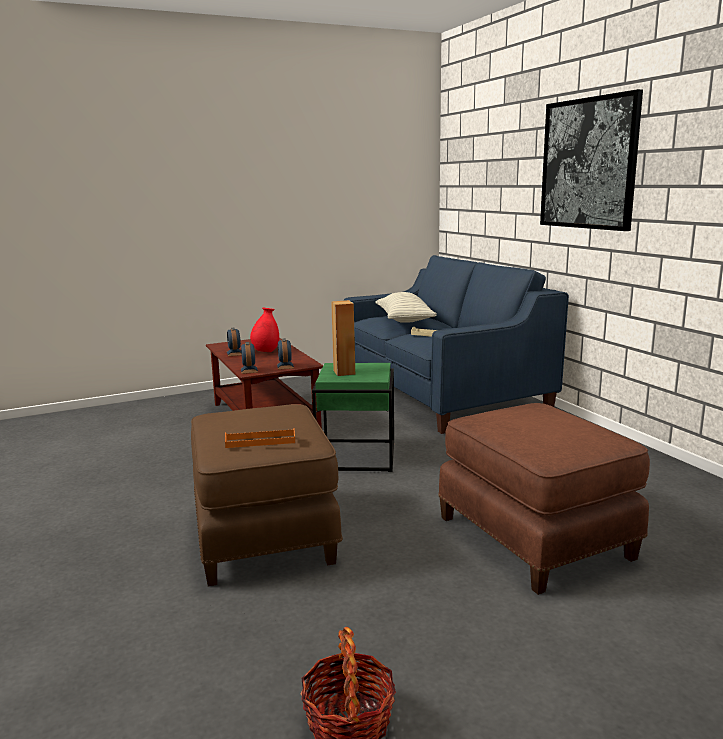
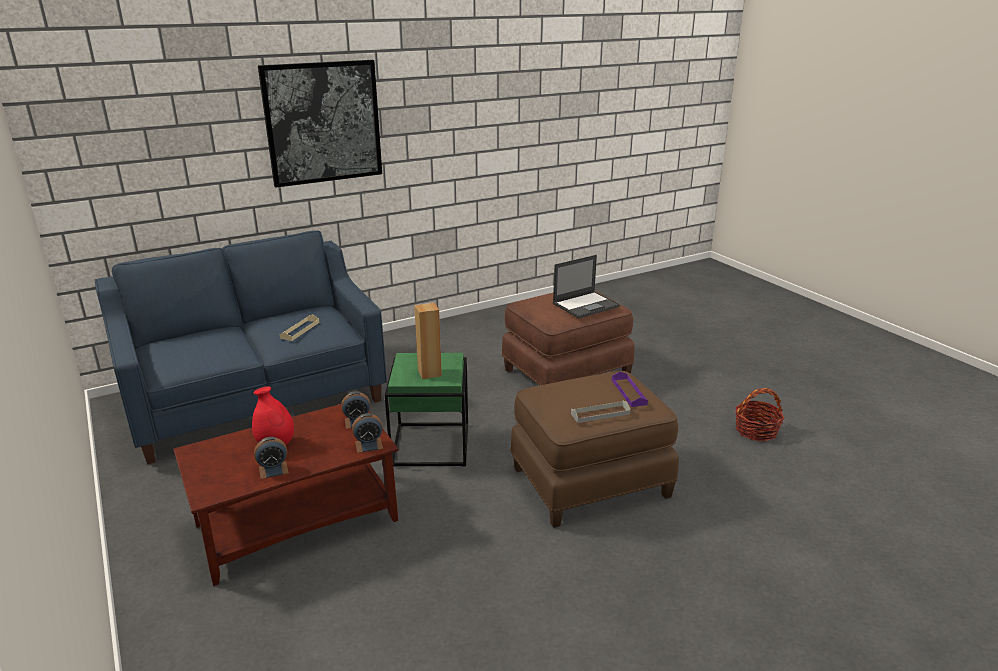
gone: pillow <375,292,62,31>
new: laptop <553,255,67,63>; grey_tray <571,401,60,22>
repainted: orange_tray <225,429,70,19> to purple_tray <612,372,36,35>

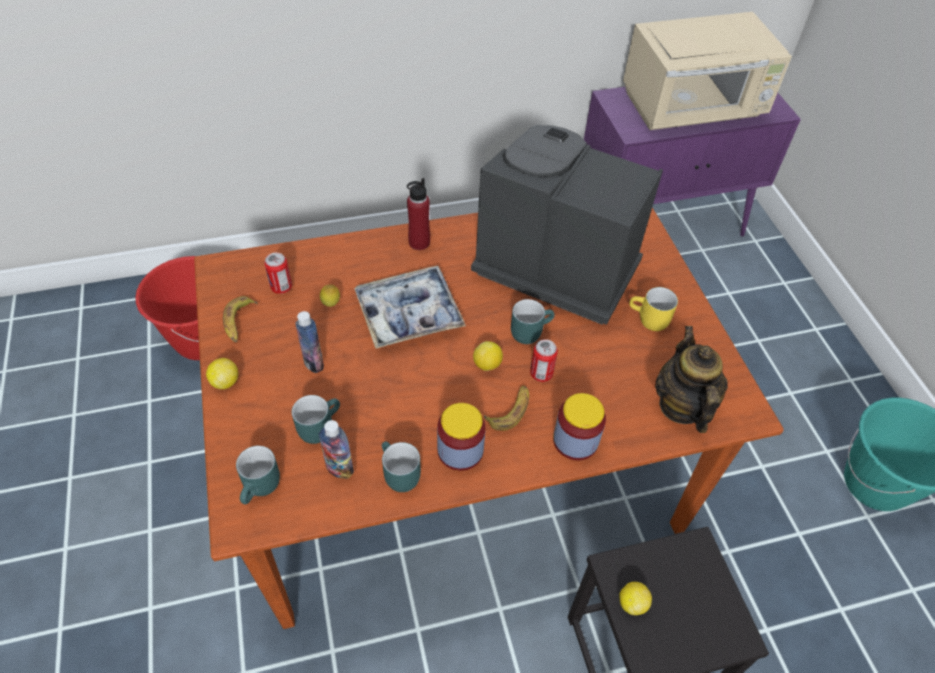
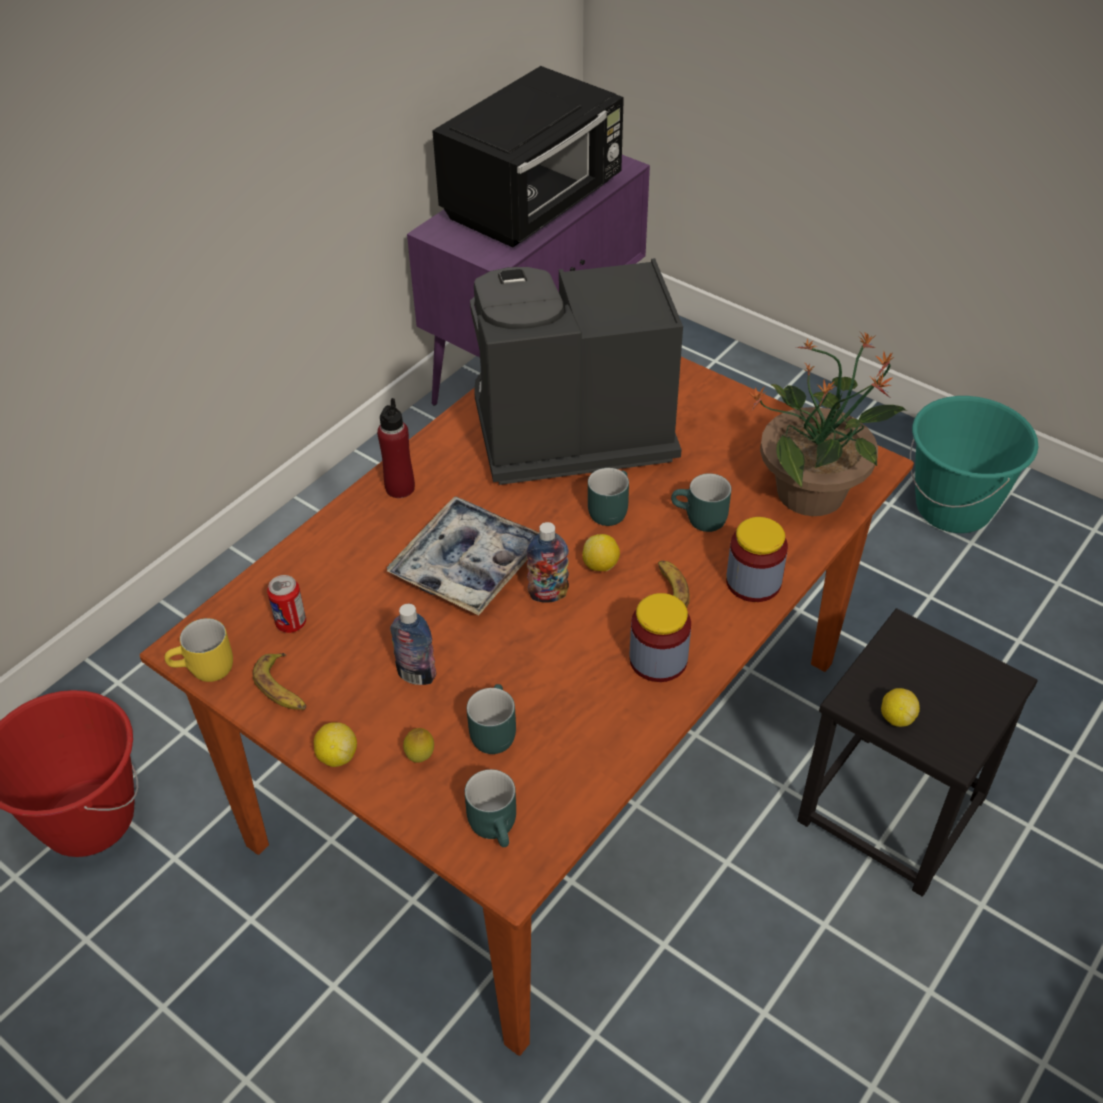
gone: can <530,339,28,43>
shifted: bottle <319,420,35,59> to <526,522,43,81>; lemon <320,285,20,22> to <403,728,31,35>; turquoise_mug <382,441,39,51> to <671,473,61,59>; yellow_mug <629,287,49,44> to <164,618,69,64>
swapped: teapot <655,326,73,107> to potted_plant <749,332,158,184>
repainted: beige_microwave <623,12,169,118> to black_microwave <432,66,192,181>

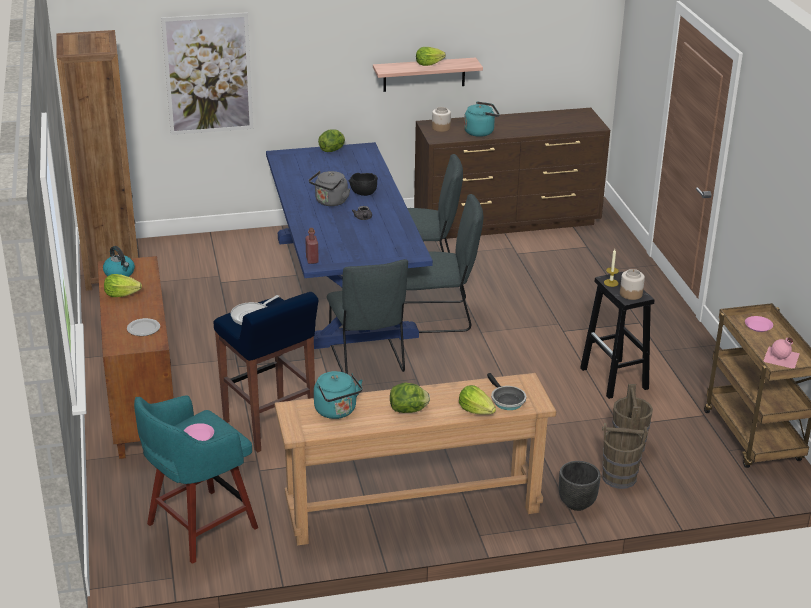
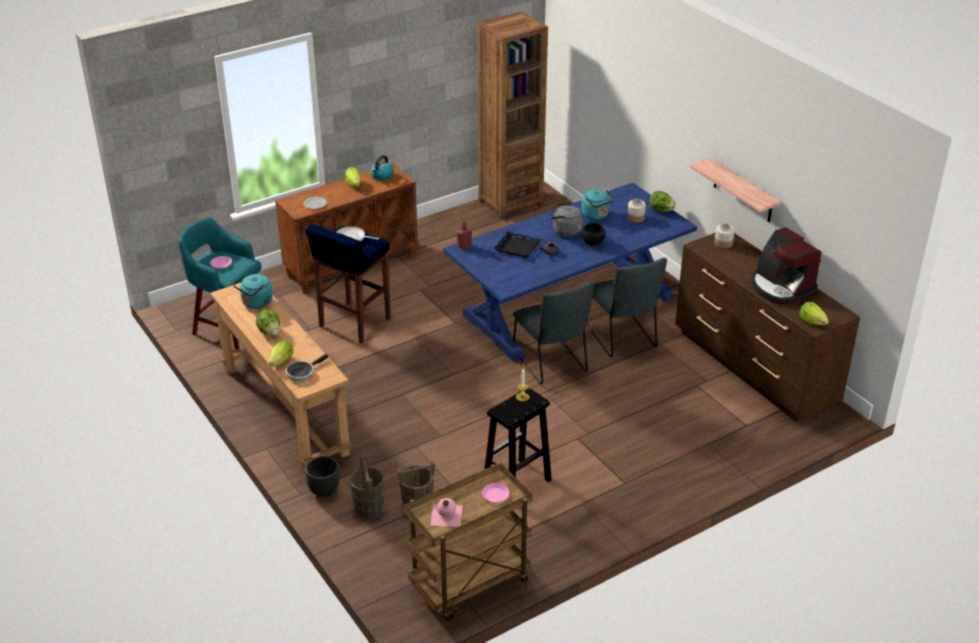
gone: picture <161,12,92,123>; grey_chair <327,259,81,115>
new: black_tray <494,231,48,27>; coffee_machine <751,227,70,78>
shifted: lettuce <416,47,30,19> to <800,302,29,23>; turquoise_kettle <464,101,36,36> to <581,189,34,31>; jar <620,269,25,31> to <627,199,19,23>

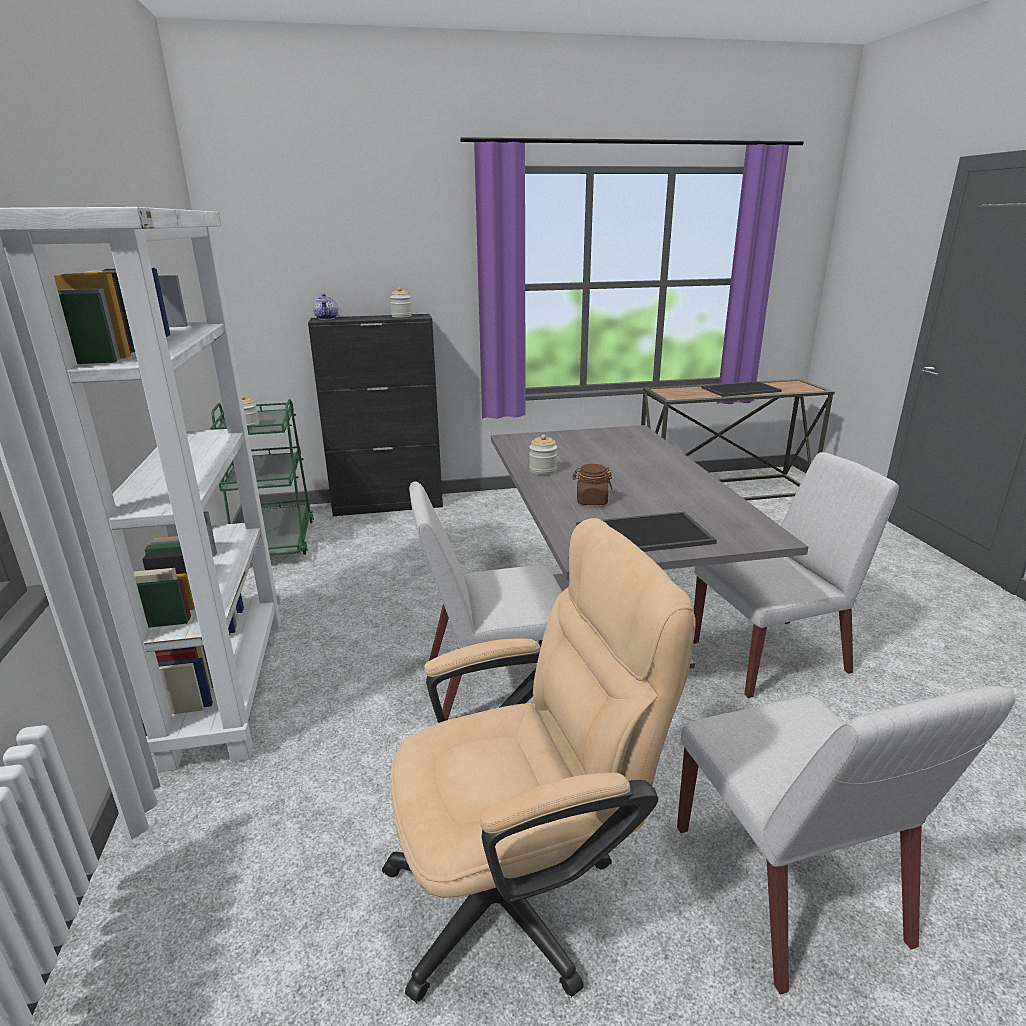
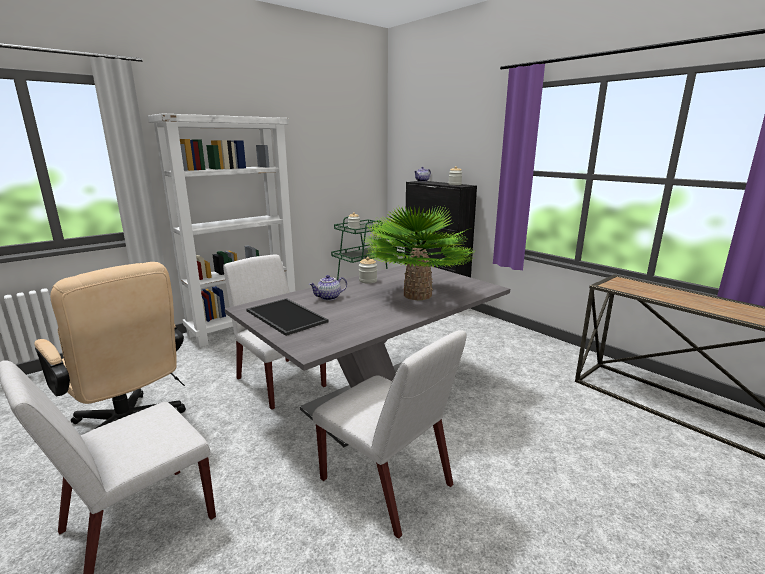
gone: tray <702,381,80,16>
new: potted_plant <362,205,112,95>
swapped: brown_jar <573,464,40,41> to teapot <309,275,38,26>

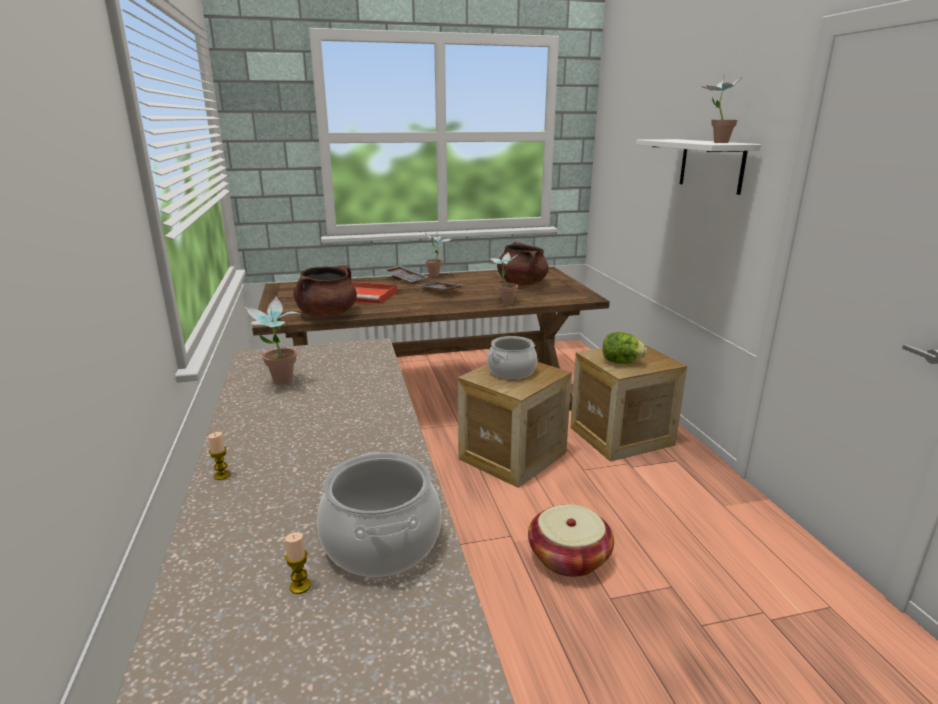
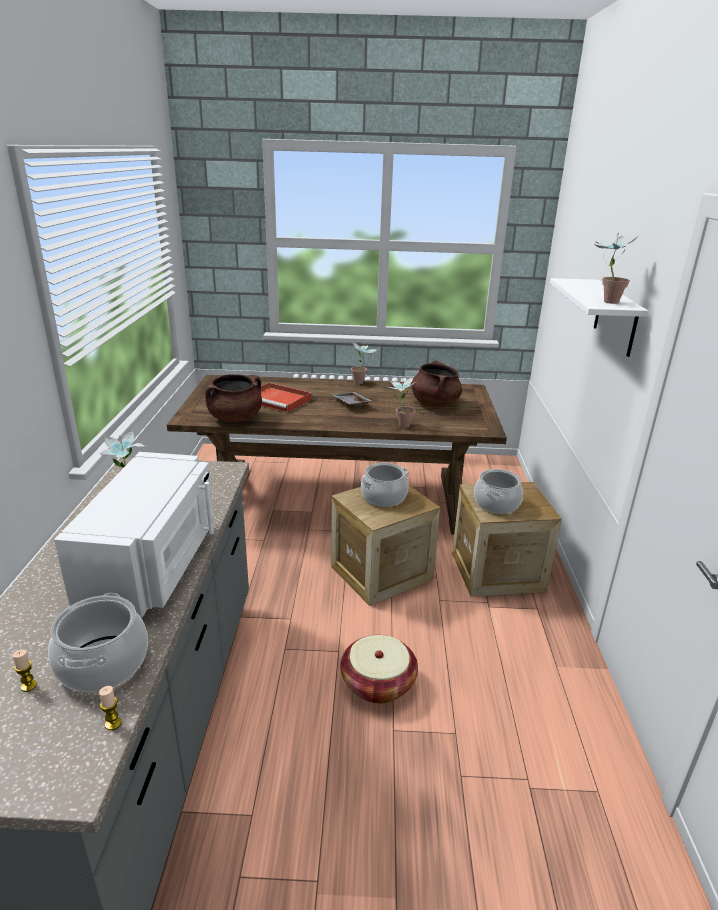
gone: grey_tray <383,265,45,19>
new: white_microwave <54,452,160,166>
shifted: candle <208,432,23,48> to <99,686,23,44>
swapped: lettuce <603,332,44,32> to cooking_pot <474,469,49,45>

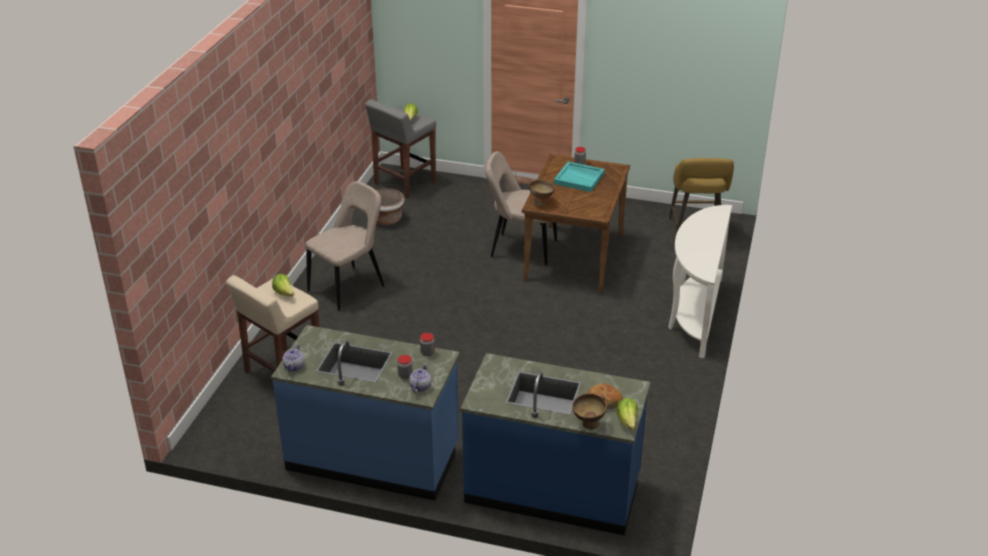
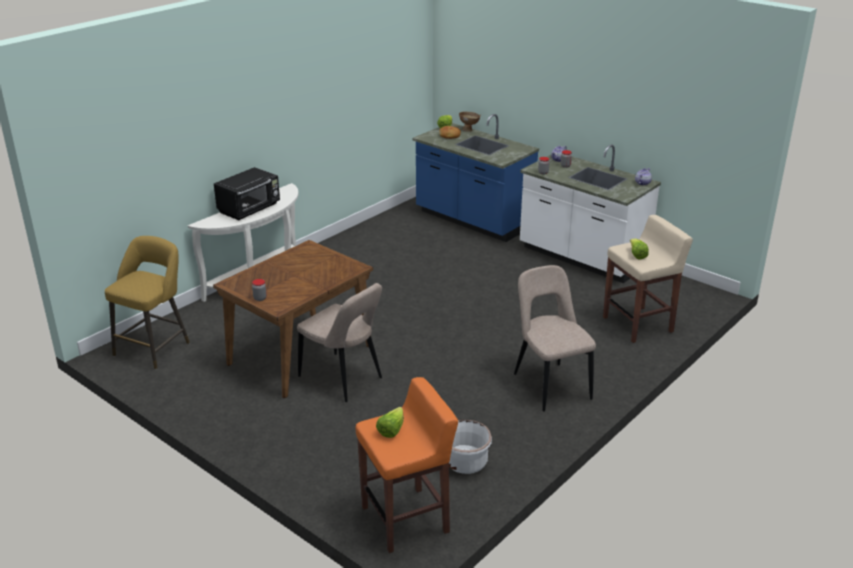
gone: brown_bowl <529,180,27,26>; turquoise_tray <554,161,51,31>
new: black_microwave <214,167,66,53>
repainted: blue_counter <271,325,189,176> to white_counter <520,145,141,138>; grey_stool <365,99,71,99> to orange_stool <355,377,103,176>
rotated: beige_chair <305,181,79,130> = <514,265,82,147> 90 degrees clockwise

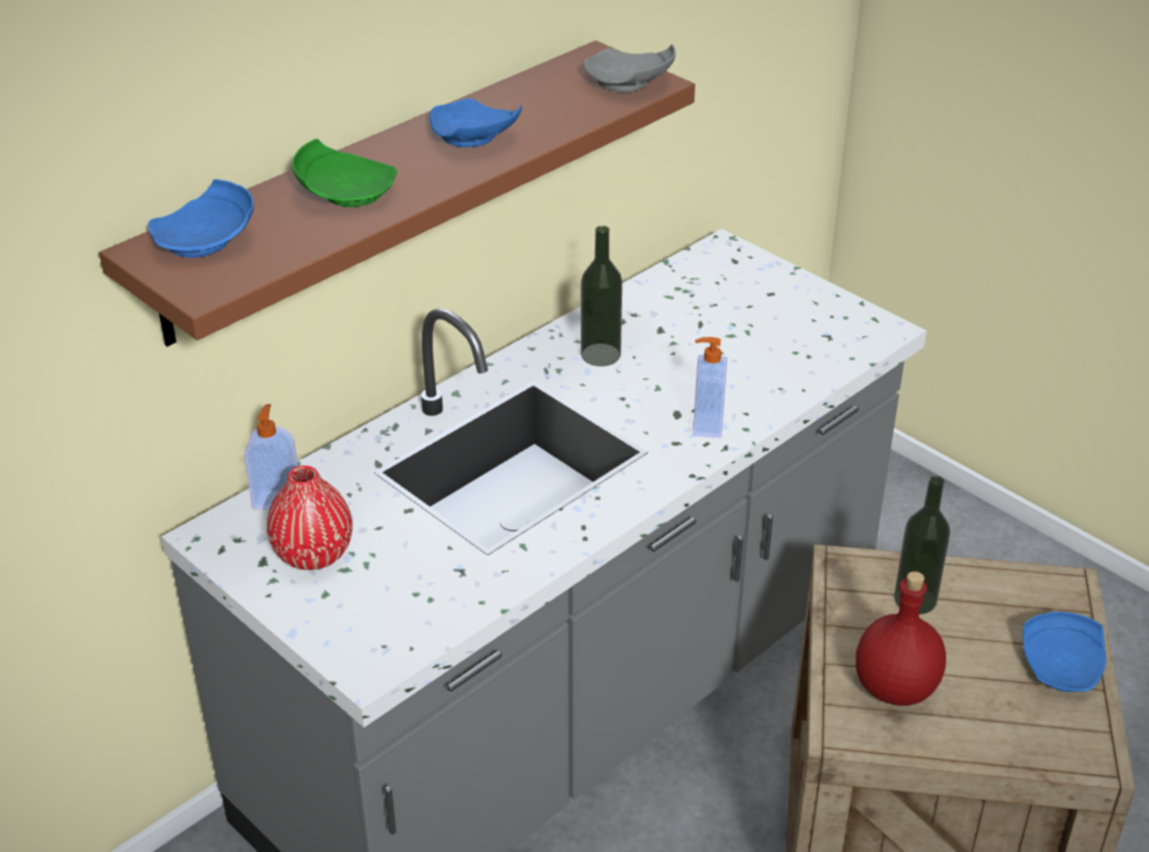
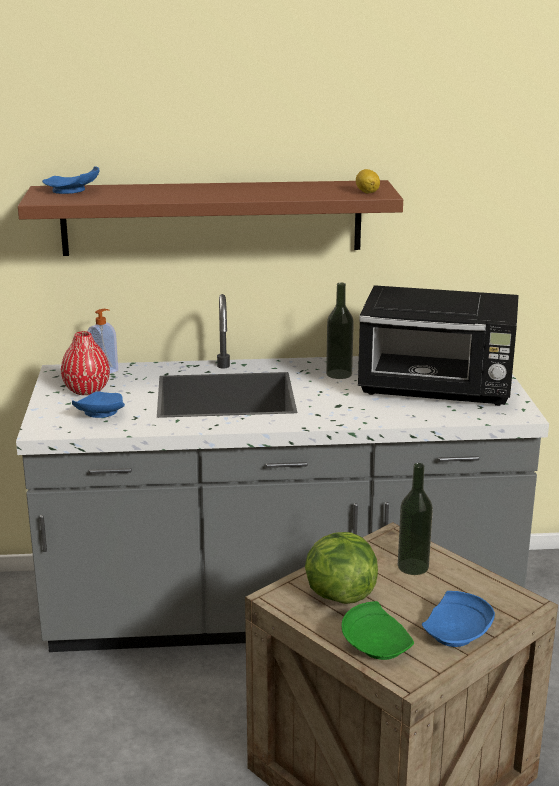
gone: soap_dispenser <693,337,34,101>
new: black_microwave <358,285,161,121>
shifted: green_plate <292,139,105,68> to <342,601,72,59>; blue_plate <430,98,92,49> to <72,392,53,26>
swapped: grey_plate <583,44,93,48> to lemon <356,169,24,24>; red_bottle <856,571,90,135> to lettuce <305,532,73,72>

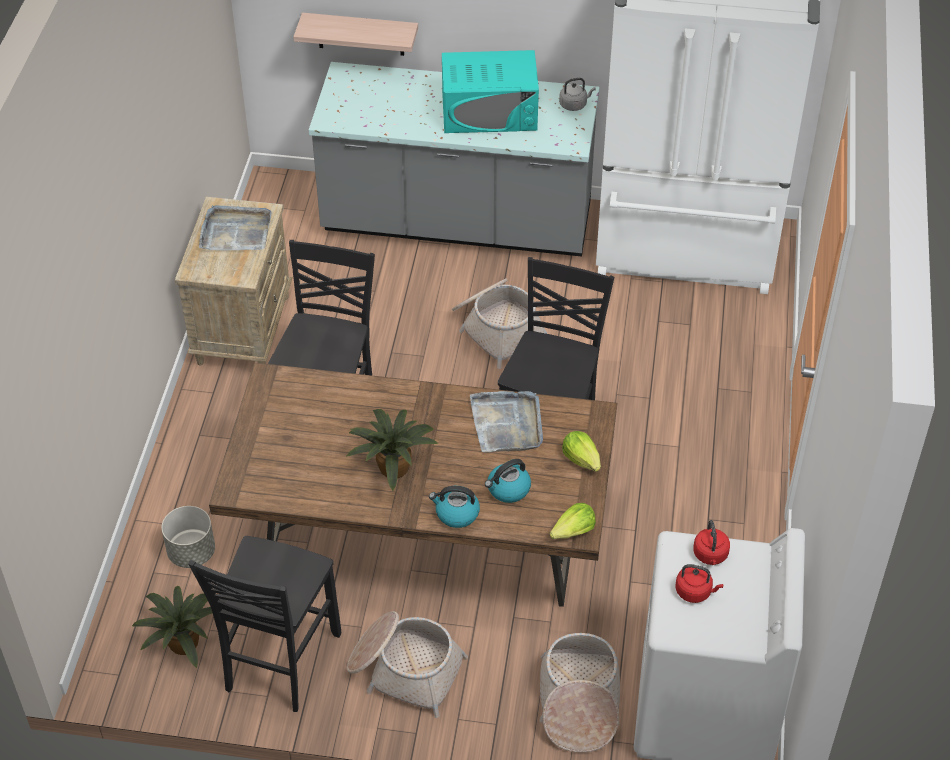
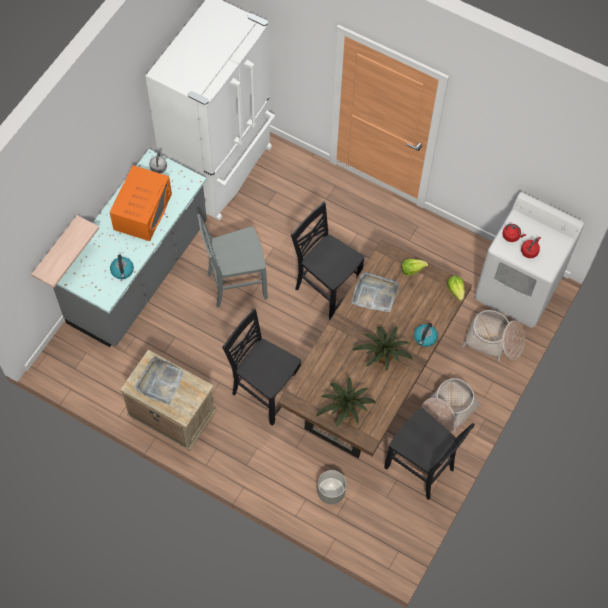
shifted: potted_plant <132,586,80,82> to <316,377,60,50>; kettle <485,459,46,44> to <110,255,24,24>
swapped: basket <452,278,96,91> to grey_chair <197,214,71,94>
repainted: turquoise_microwave <442,50,97,83> to orange_microwave <110,165,62,76>

